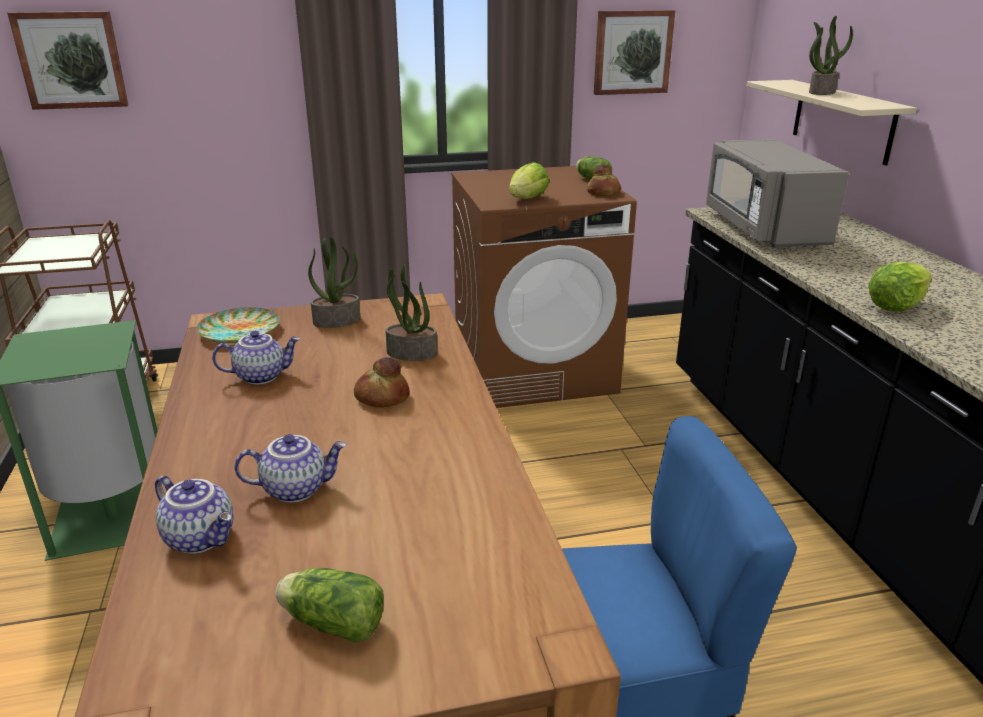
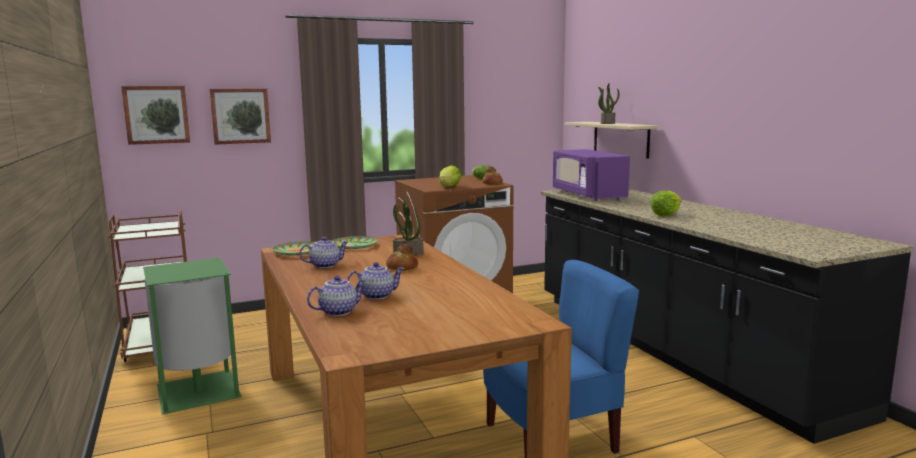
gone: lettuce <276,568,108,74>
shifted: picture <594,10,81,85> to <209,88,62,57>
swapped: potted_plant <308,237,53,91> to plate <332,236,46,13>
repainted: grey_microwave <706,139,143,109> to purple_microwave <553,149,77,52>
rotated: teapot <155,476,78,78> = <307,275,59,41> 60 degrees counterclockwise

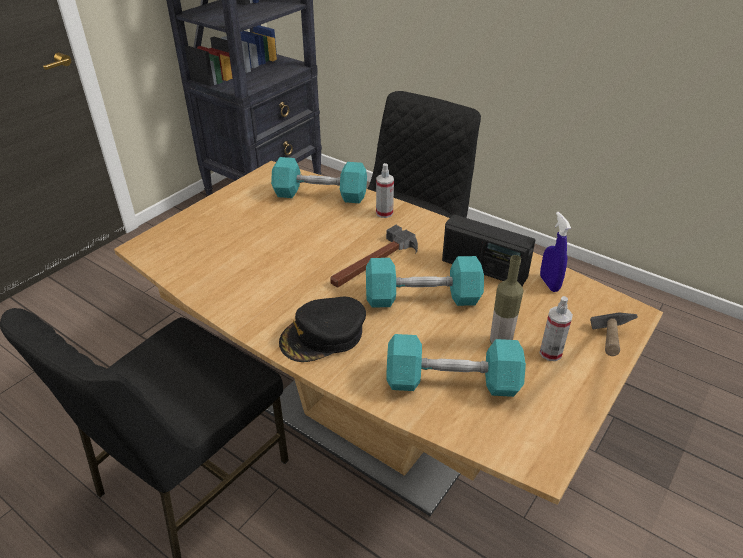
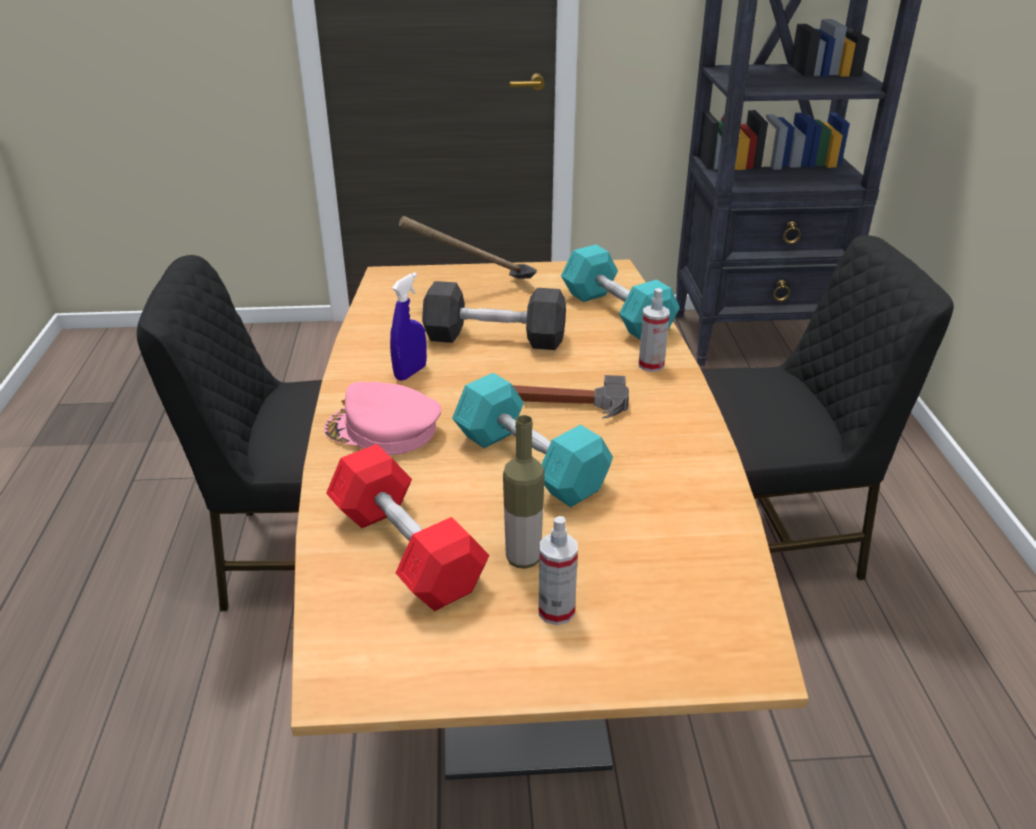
gone: radio <442,214,93,72>
new: grey_dumbbell <422,281,144,69>
shifted: blue_spray_bottle <540,212,31,80> to <390,272,37,109>; hammer <590,312,48,44> to <399,216,138,63>
repainted: black_cap <279,297,87,65> to pink_cap <324,382,117,73>; turquoise_dumbbell <386,334,140,63> to red_dumbbell <326,444,164,167>

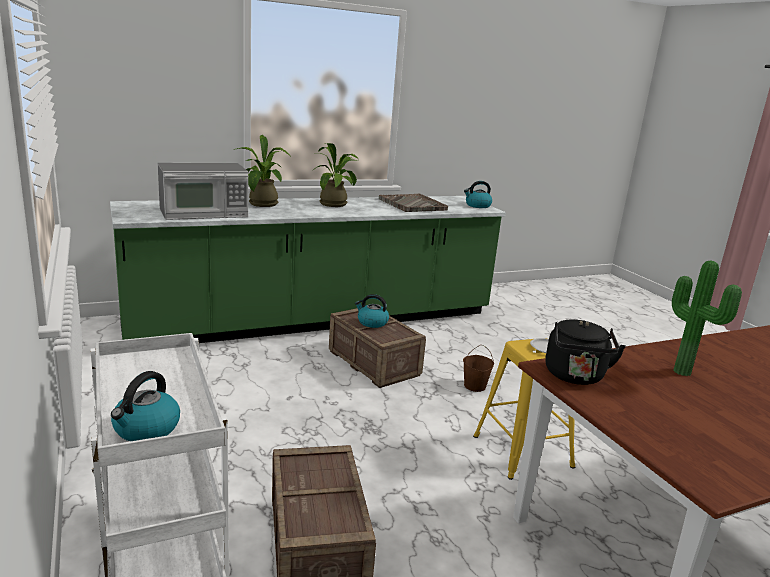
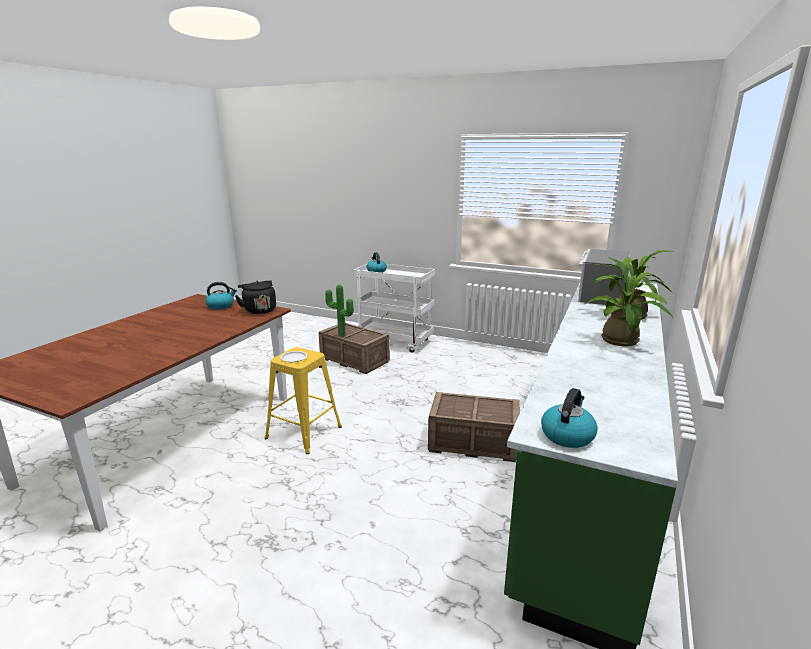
gone: grey_tray <379,194,69,18>; brown_bucket <463,345,31,47>
shifted: kettle <355,294,34,34> to <205,282,32,28>; potted_plant <672,260,70,116> to <325,285,29,52>

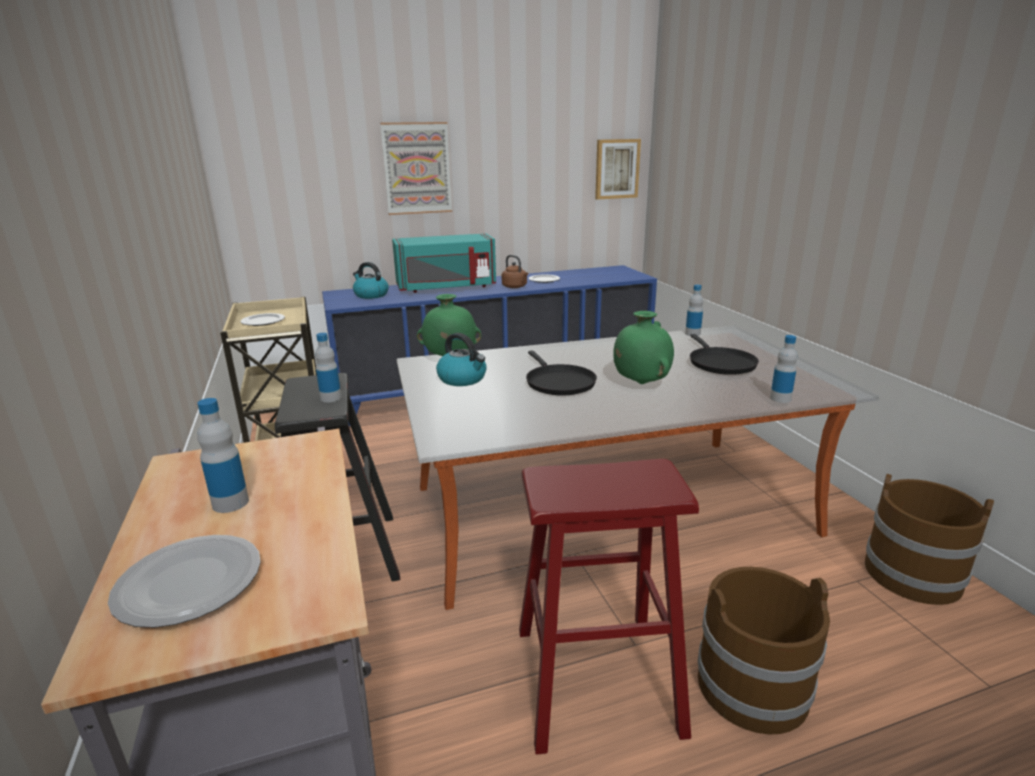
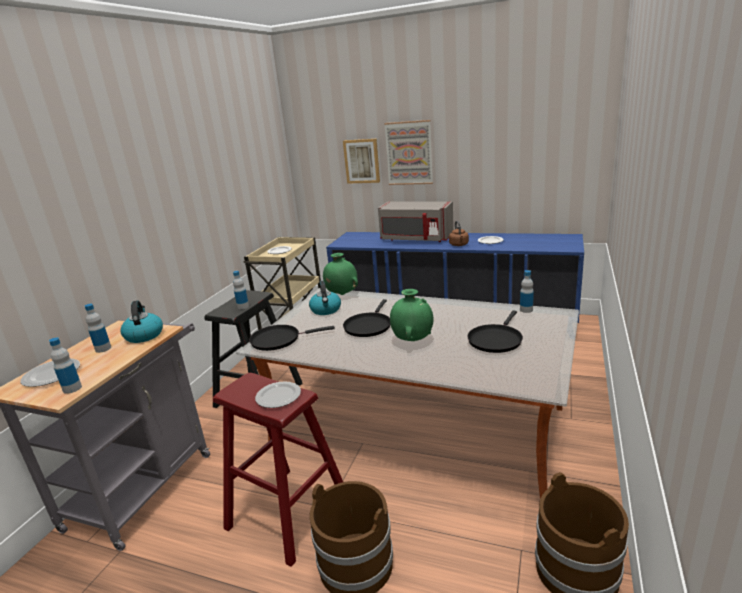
new: black_frying_pan <249,325,86,26>; plate <255,381,46,27>
shifted: kettle <353,262,36,37> to <121,300,42,43>; picture <595,139,46,61> to <343,139,37,45>; bottle <770,335,27,68> to <49,337,33,57>
repainted: turquoise_microwave <392,233,104,60> to grey_microwave <378,201,76,41>

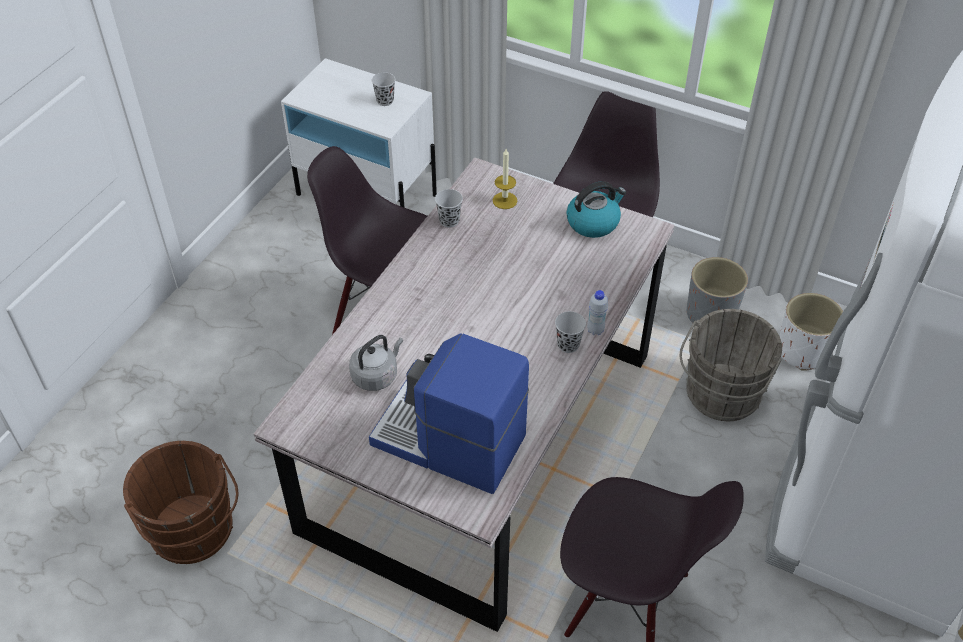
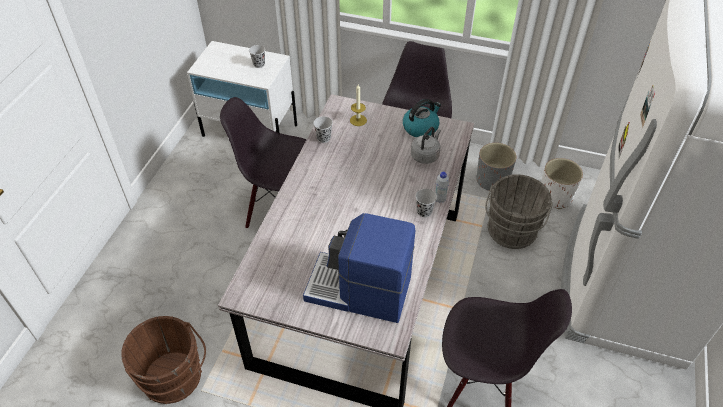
shifted: grey_kettle <349,335,54,56> to <411,127,30,37>

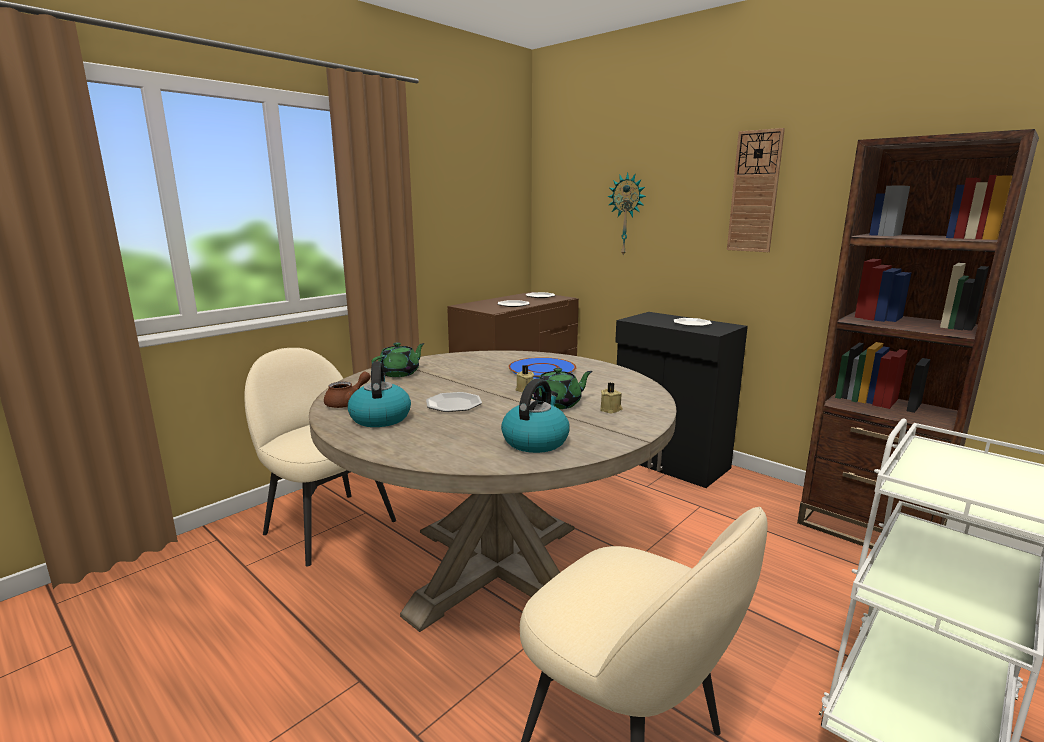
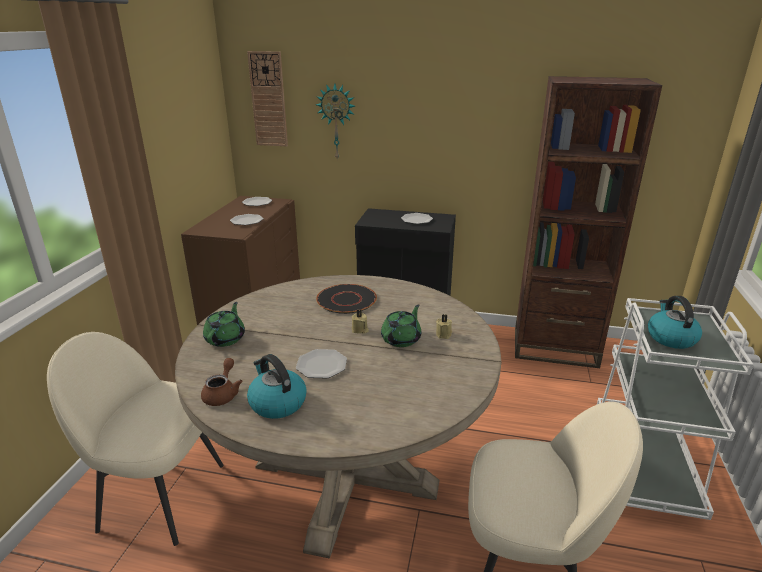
shifted: kettle <501,379,69,74> to <648,296,54,53>; wall_clock <727,128,58,124> to <247,51,41,95>
repainted: blue_plate <508,357,69,22> to black_plate <316,284,61,30>

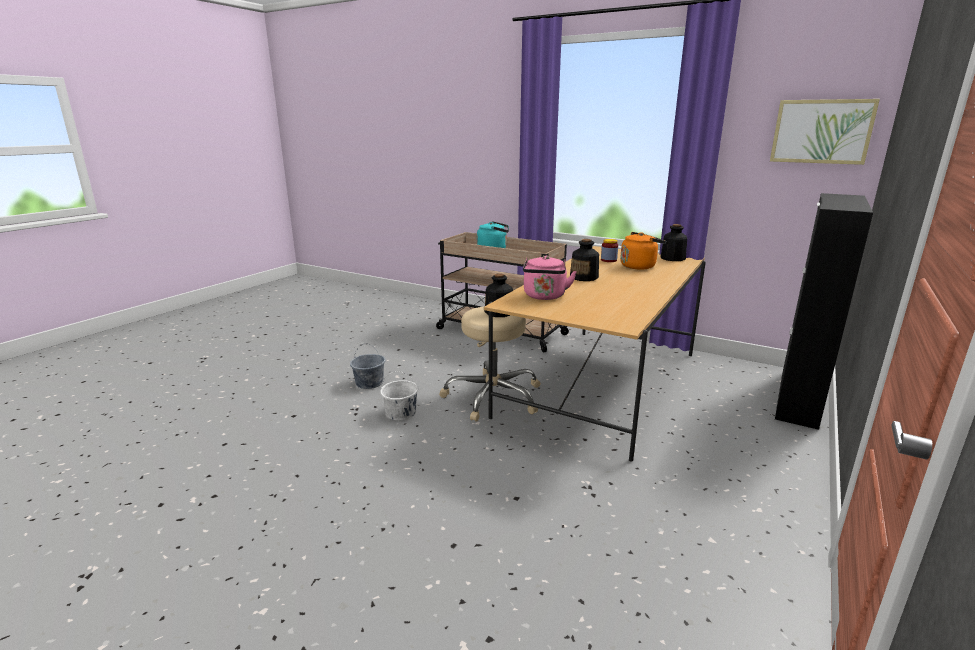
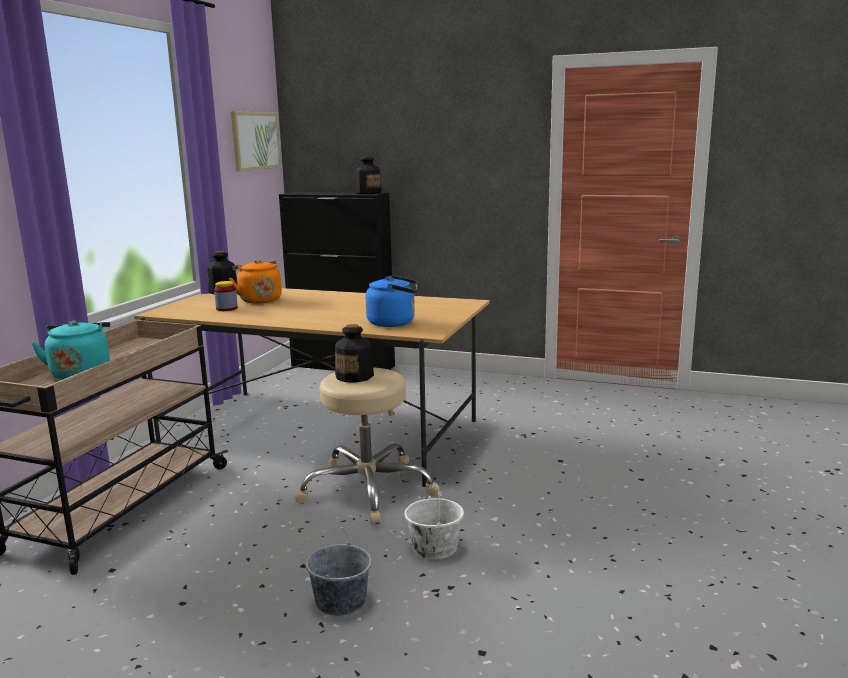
shifted: bottle <570,239,29,42> to <356,156,26,38>
repainted: pink_kettle <523,255,54,45> to blue_kettle <365,275,52,52>

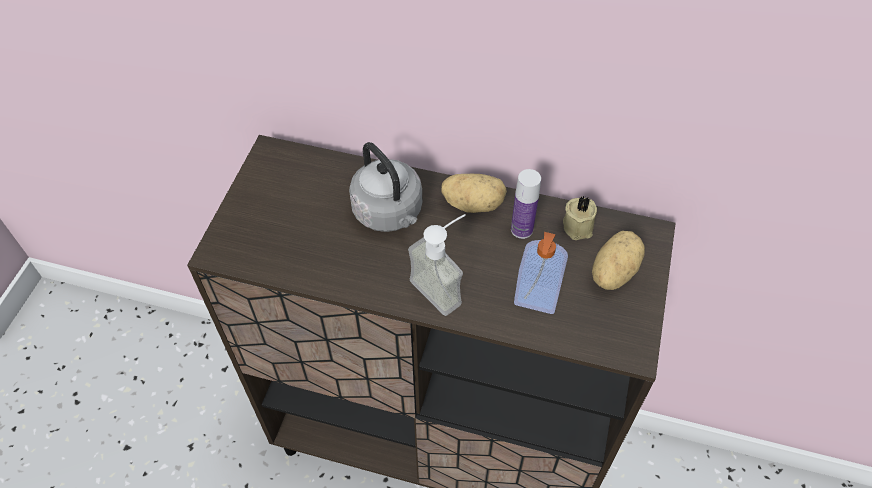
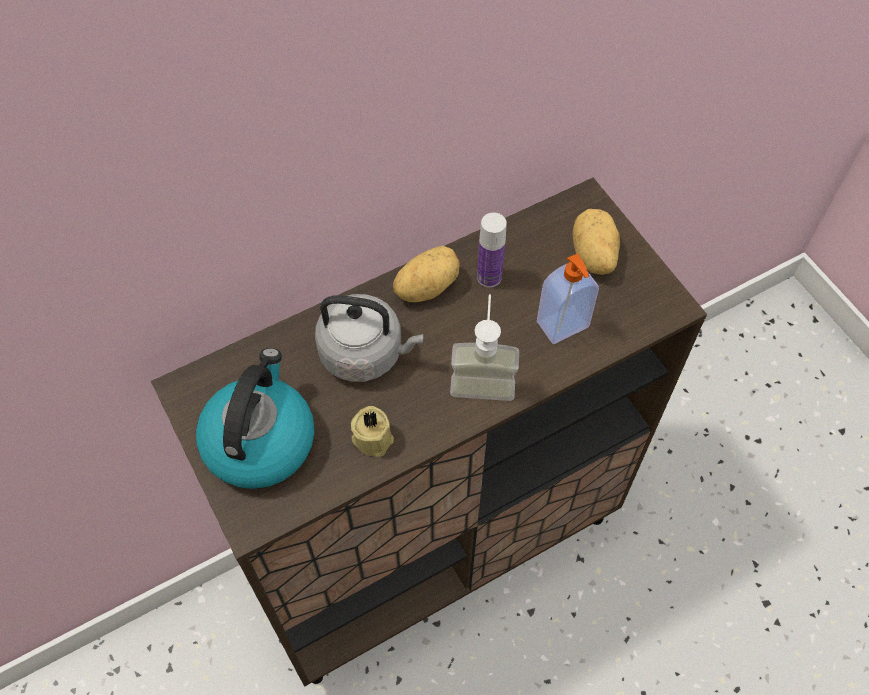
new: kettle <196,348,119,141>
shifted: beige_candle <563,196,34,44> to <351,406,43,51>

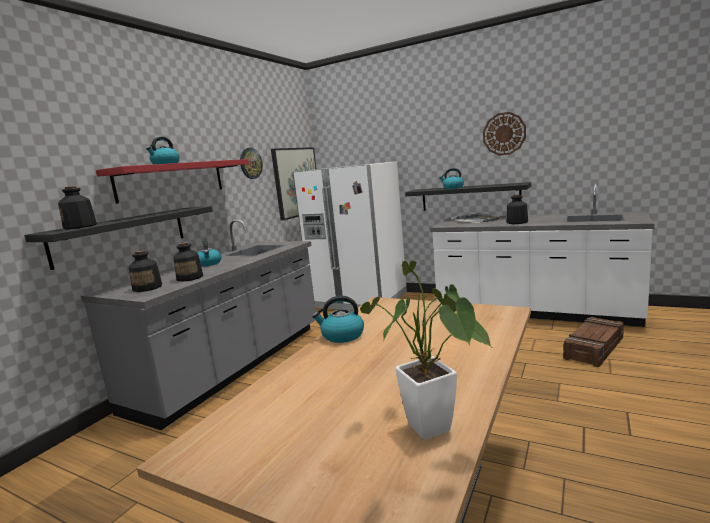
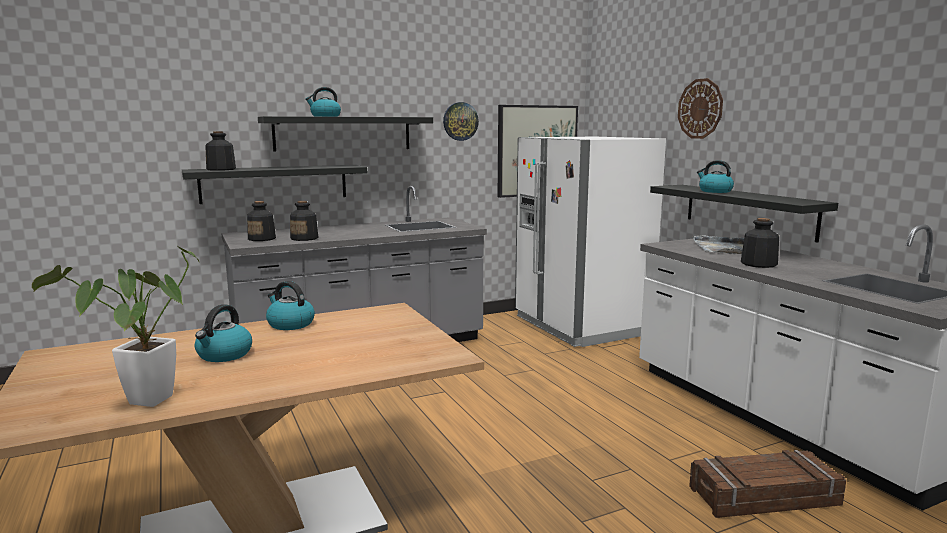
shifted: kettle <197,239,24,28> to <195,304,57,58>; wall_clock <483,112,43,44> to <678,78,45,61>
repainted: red_shelf <96,159,153,45> to black_shelf <258,116,175,36>

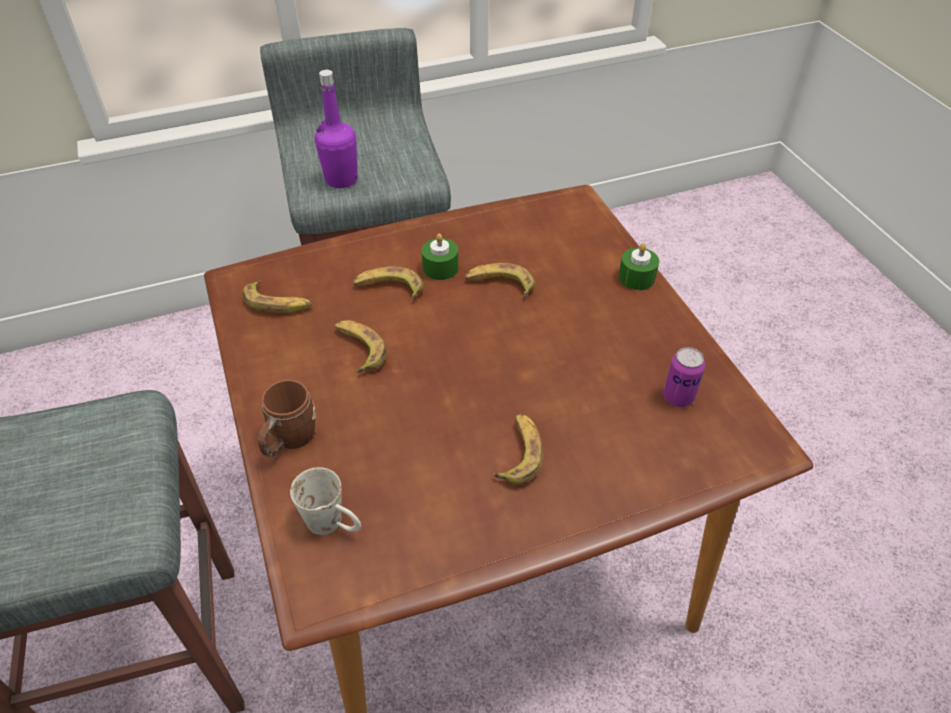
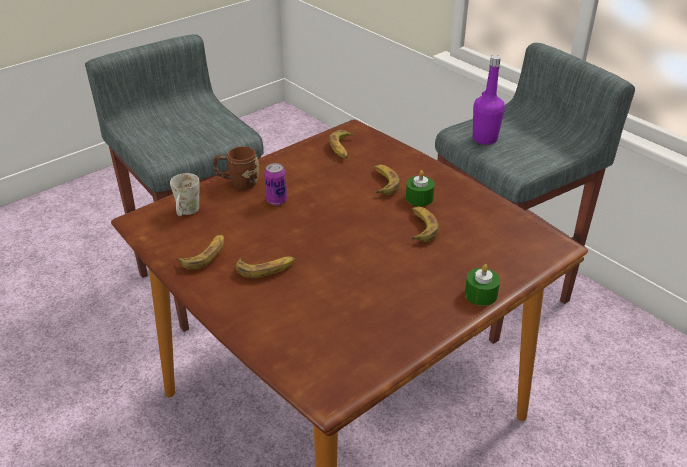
shifted: banana <334,320,53,53> to <177,235,47,35>; can <663,347,42,60> to <264,163,23,42>

